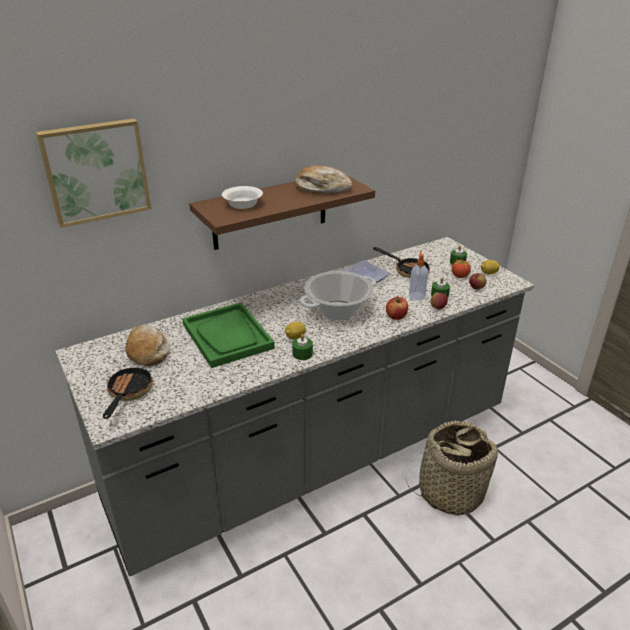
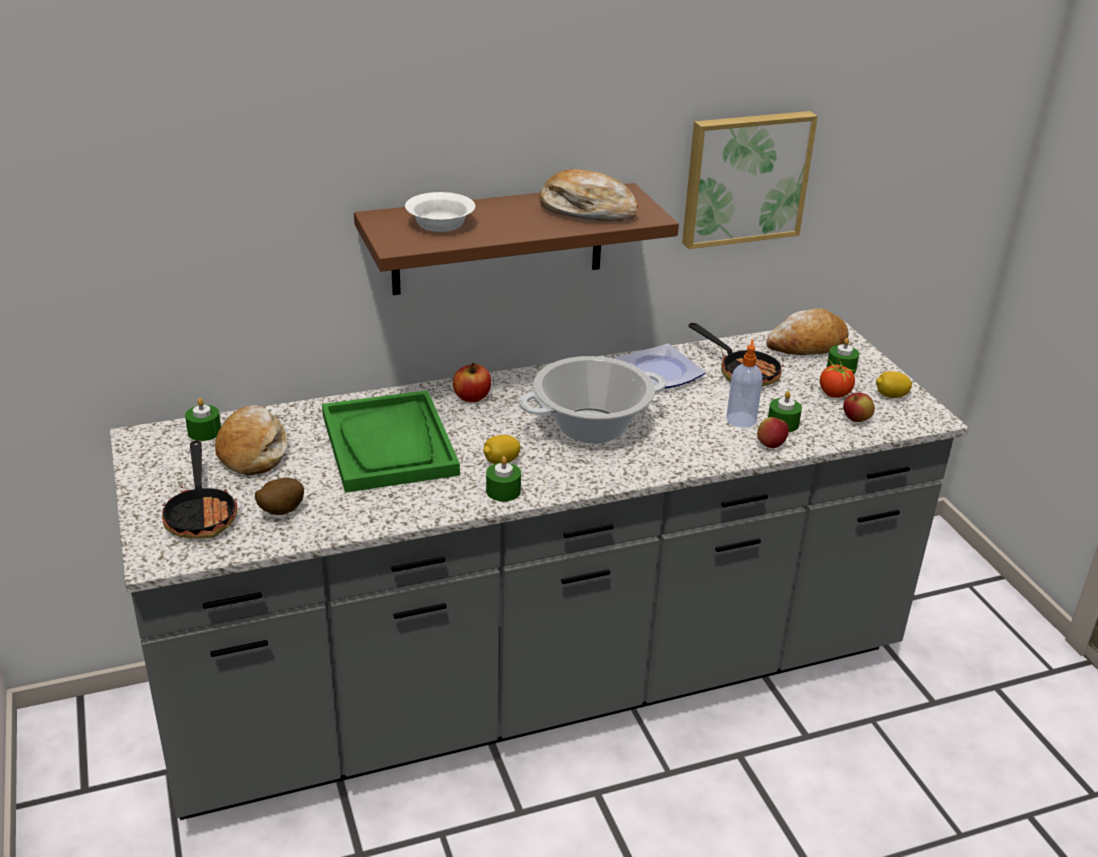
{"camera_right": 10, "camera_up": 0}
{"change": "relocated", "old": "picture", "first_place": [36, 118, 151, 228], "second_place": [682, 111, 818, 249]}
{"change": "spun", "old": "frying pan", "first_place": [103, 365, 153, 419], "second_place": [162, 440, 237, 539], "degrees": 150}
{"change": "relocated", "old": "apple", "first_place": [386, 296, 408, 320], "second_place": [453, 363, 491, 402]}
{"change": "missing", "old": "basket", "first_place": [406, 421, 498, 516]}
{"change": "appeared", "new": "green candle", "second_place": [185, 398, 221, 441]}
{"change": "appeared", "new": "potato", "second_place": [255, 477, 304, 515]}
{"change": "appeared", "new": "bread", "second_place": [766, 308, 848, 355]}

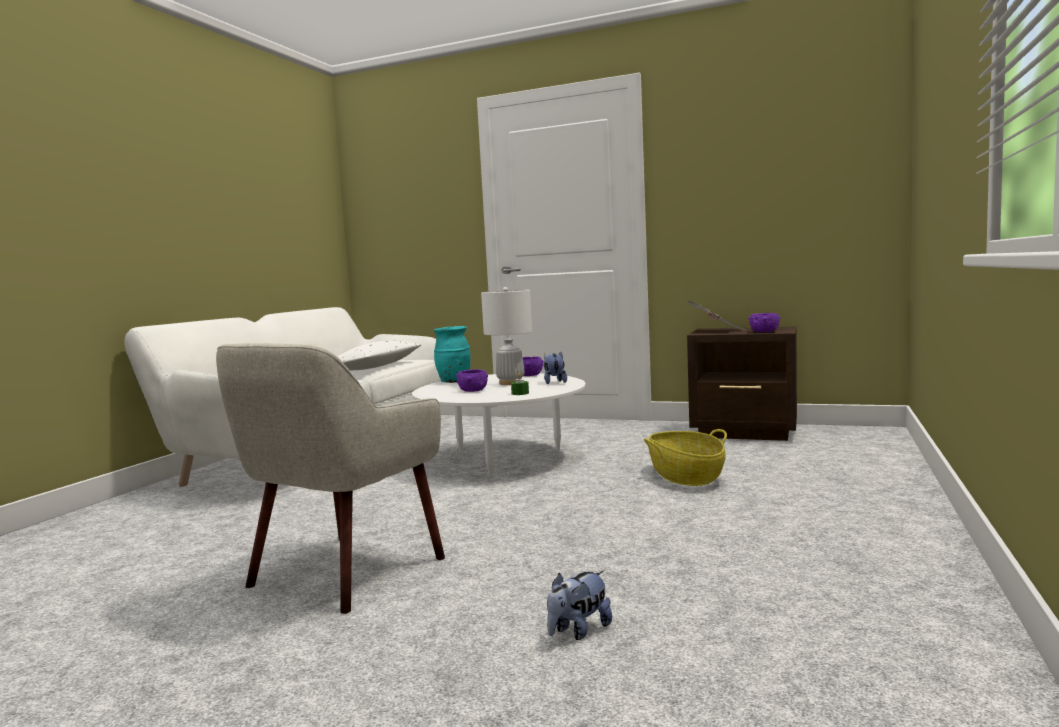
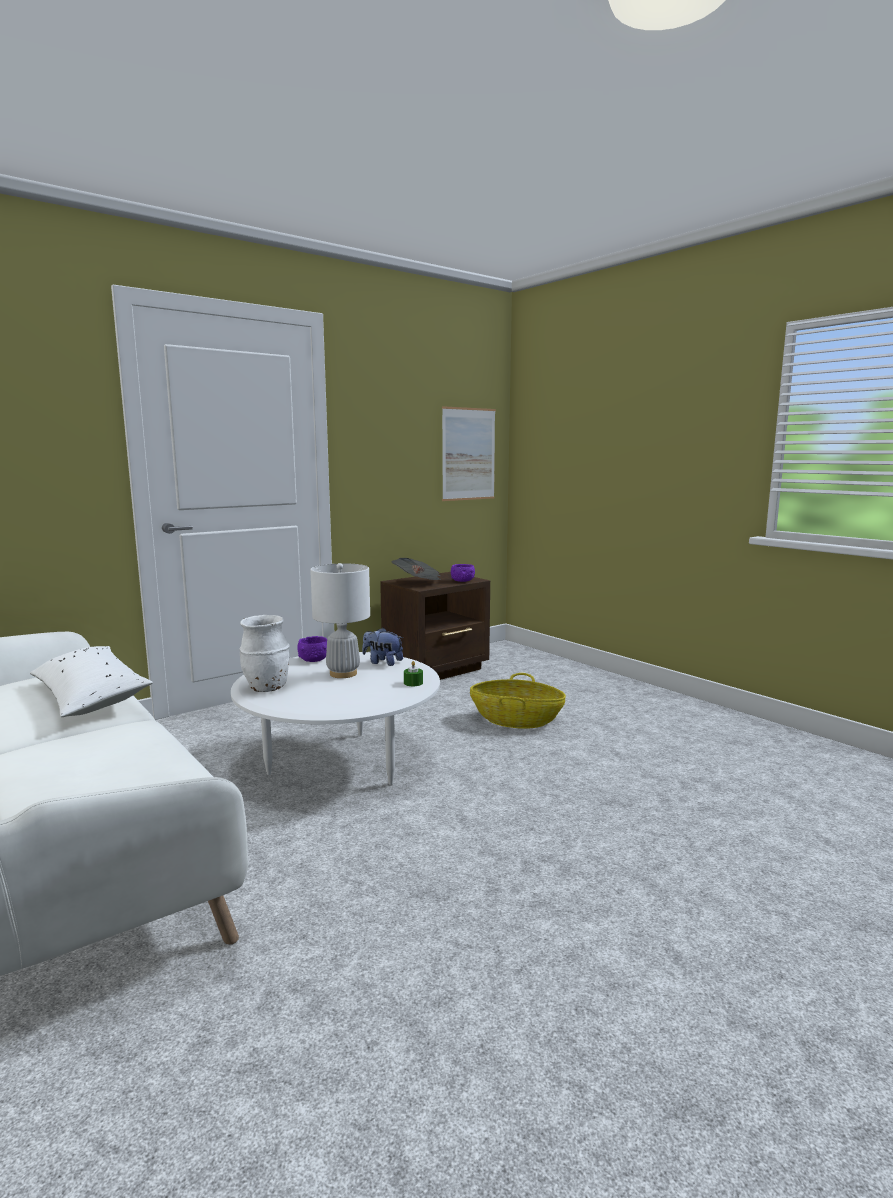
{"camera_right": -60, "camera_up": 5}
{"change": "missing", "old": "beige armchair", "first_place": [216, 343, 445, 614]}
{"change": "colour", "old": "turquoise vase", "new": "white vase", "first_place": [433, 326, 471, 383], "second_place": [239, 615, 290, 692]}
{"change": "missing", "old": "purple bowl", "first_place": [456, 369, 488, 392]}
{"change": "missing", "old": "plush toy", "first_place": [547, 571, 612, 640]}
{"change": "appeared", "new": "picture", "second_place": [442, 406, 496, 501]}

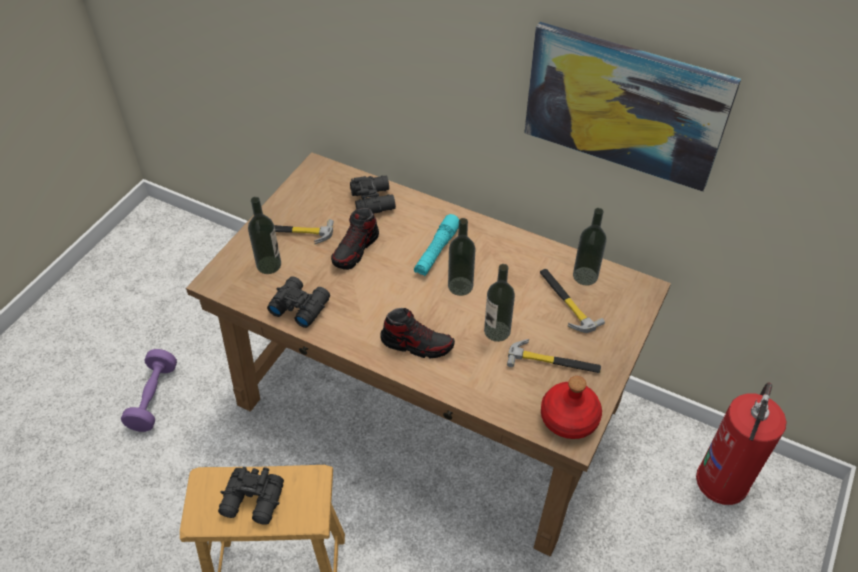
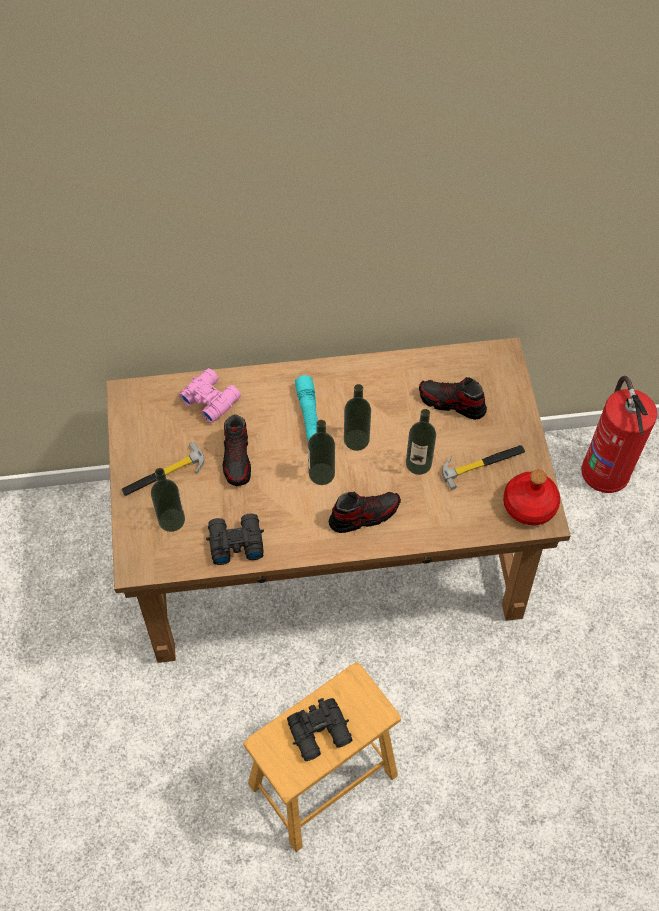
{"camera_right": -35, "camera_up": 10}
{"change": "missing", "old": "purple dumbbell", "first_place": [121, 349, 177, 432]}
{"change": "colour", "old": "black binoculars", "new": "pink binoculars", "first_place": [350, 175, 396, 214], "second_place": [179, 368, 241, 423]}
{"change": "missing", "old": "picture", "first_place": [524, 22, 741, 192]}
{"change": "exchanged", "old": "hammer", "new": "shoe", "first_place": [540, 269, 605, 333], "second_place": [419, 377, 487, 420]}
{"change": "relocated", "old": "bottle", "first_place": [573, 208, 607, 286], "second_place": [308, 420, 335, 485]}

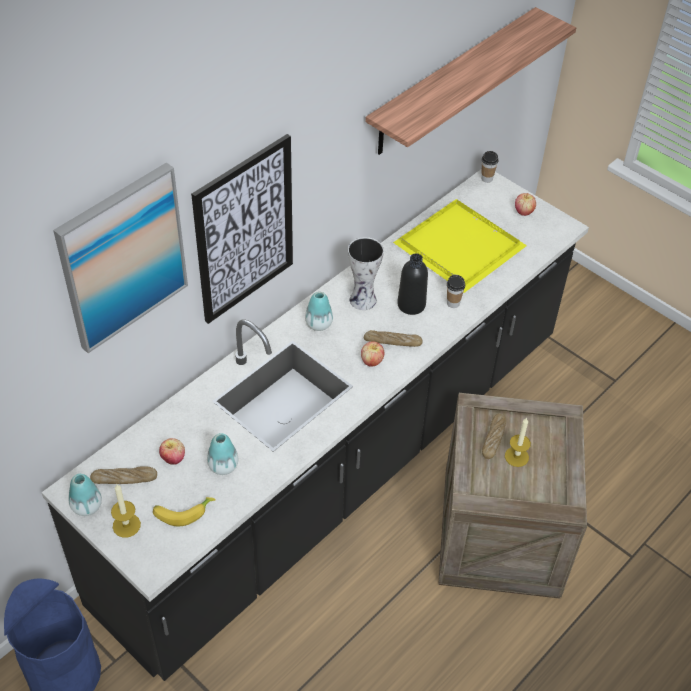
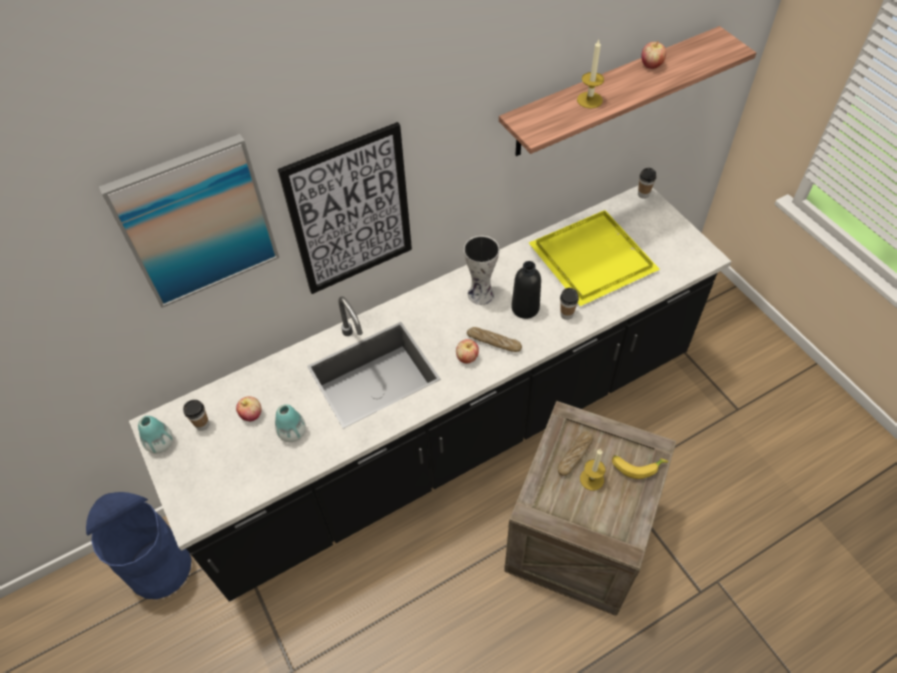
{"camera_right": 20, "camera_up": 5}
{"change": "exchanged", "old": "bread", "new": "cup", "first_place": [90, 466, 157, 484], "second_place": [183, 400, 210, 431]}
{"change": "relocated", "old": "candle", "first_place": [111, 484, 141, 538], "second_place": [577, 40, 604, 109]}
{"change": "relocated", "old": "banana", "first_place": [153, 497, 215, 526], "second_place": [612, 455, 668, 479]}
{"change": "missing", "old": "vase", "first_place": [305, 292, 333, 331]}
{"change": "relocated", "old": "apple", "first_place": [515, 193, 536, 216], "second_place": [641, 41, 666, 69]}

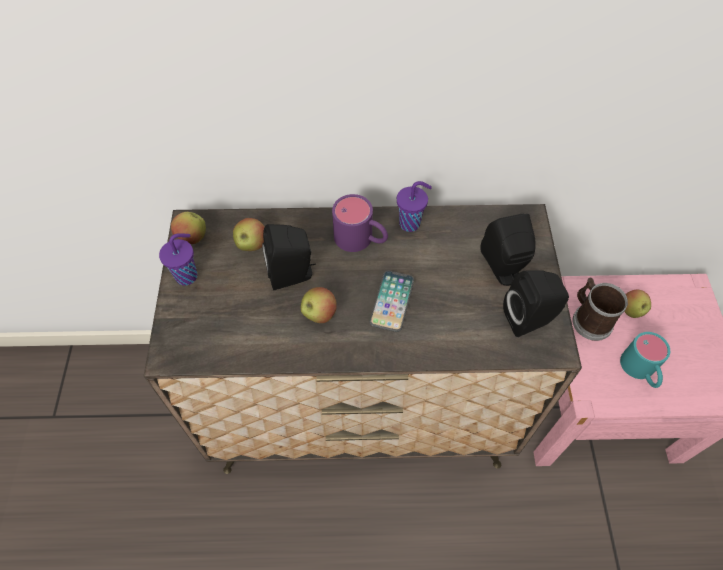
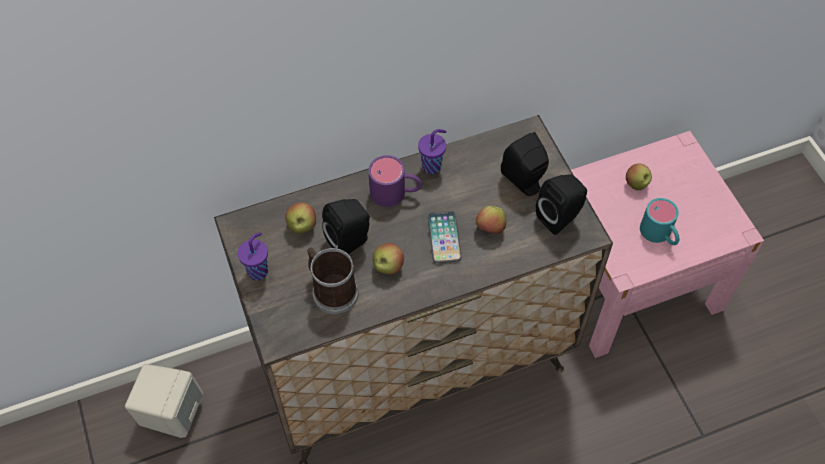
{"camera_right": -20, "camera_up": 0}
{"change": "relocated", "old": "apple", "first_place": [171, 212, 206, 244], "second_place": [476, 206, 506, 234]}
{"change": "relocated", "old": "mug", "first_place": [573, 278, 628, 341], "second_place": [307, 248, 358, 314]}
{"change": "appeared", "new": "beige speaker", "second_place": [125, 364, 203, 438]}

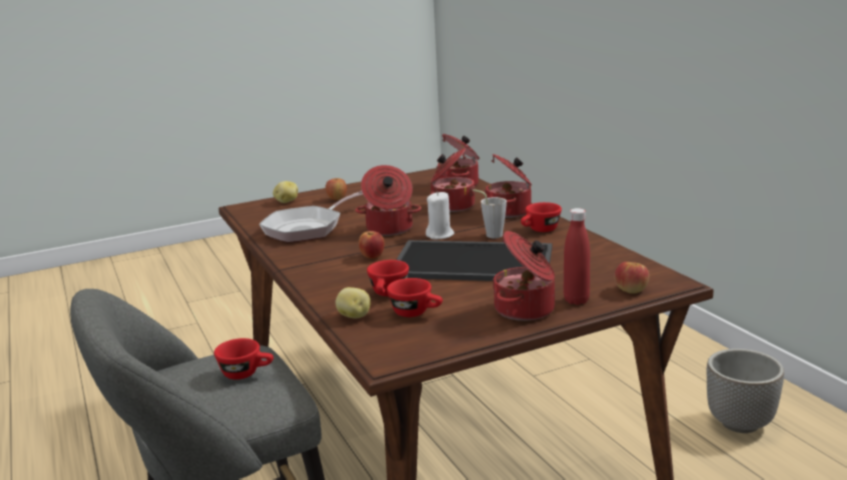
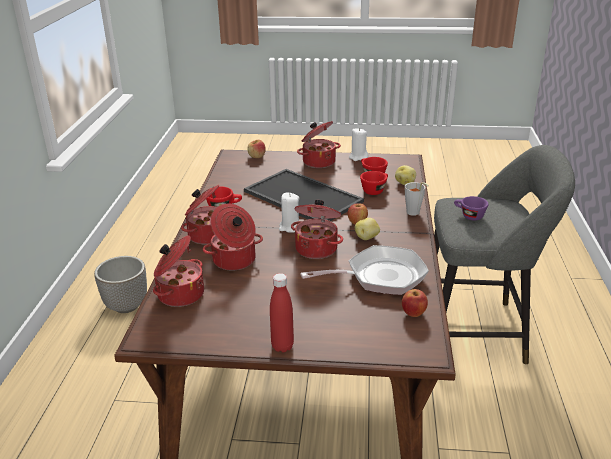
{"camera_right": -150, "camera_up": 10}
{"change": "colour", "old": "red cup", "new": "purple cup", "first_place": [214, 338, 274, 380], "second_place": [454, 196, 489, 221]}
{"change": "relocated", "old": "potato", "first_place": [273, 181, 298, 203], "second_place": [355, 218, 380, 240]}
{"change": "relocated", "old": "apple", "first_place": [325, 178, 347, 200], "second_place": [402, 289, 428, 317]}
{"change": "relocated", "old": "grey cup", "first_place": [473, 189, 507, 238], "second_place": [404, 182, 429, 216]}
{"change": "relocated", "old": "red bottle", "first_place": [564, 208, 590, 305], "second_place": [270, 273, 294, 352]}
{"change": "appeared", "new": "white candle", "second_place": [349, 128, 368, 161]}

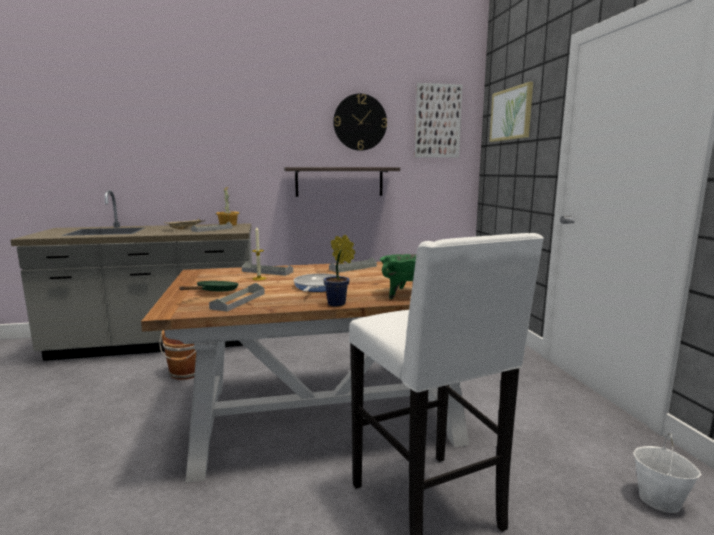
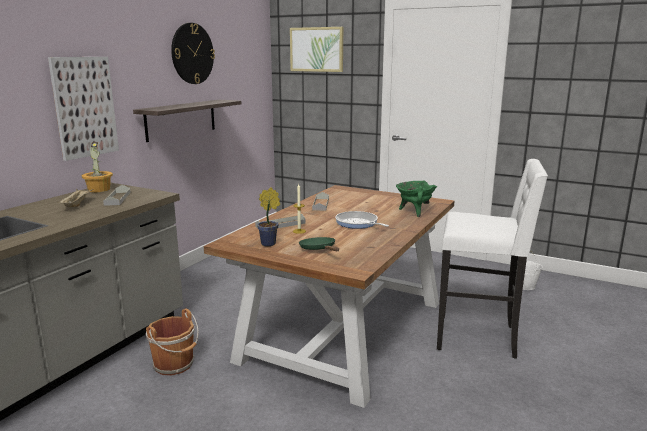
{"camera_right": -50, "camera_up": 5}
{"change": "missing", "old": "grey tray", "first_place": [209, 283, 265, 312]}
{"change": "relocated", "old": "potted plant", "first_place": [323, 235, 355, 307], "second_place": [257, 187, 280, 246]}
{"change": "relocated", "old": "picture", "first_place": [415, 83, 463, 158], "second_place": [48, 57, 119, 161]}

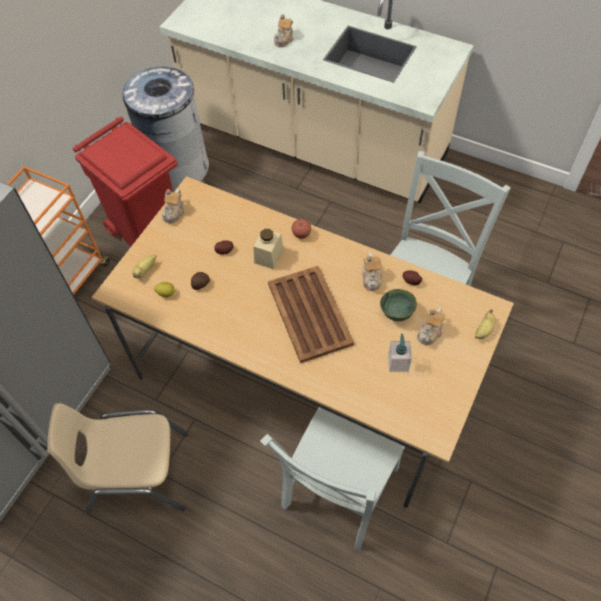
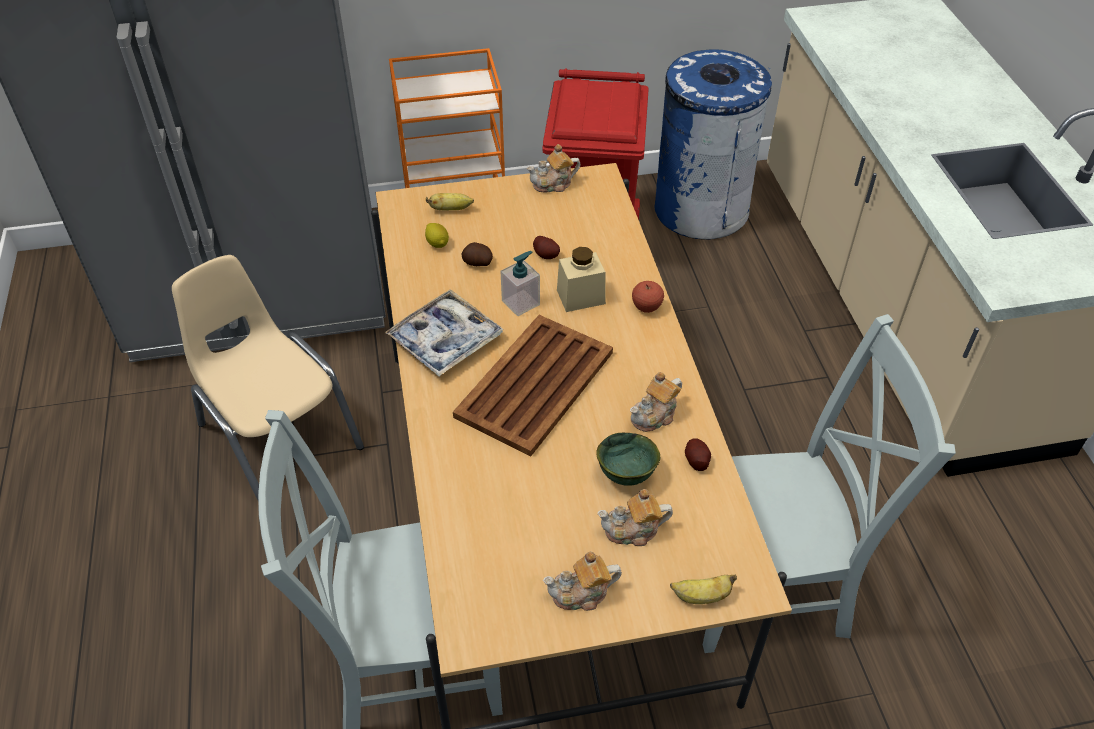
{"camera_right": 50, "camera_up": -10}
{"change": "colour", "old": "grey trash can", "new": "blue trash can", "first_place": [123, 66, 209, 191], "second_place": [655, 49, 772, 240]}
{"change": "relocated", "old": "teapot", "first_place": [274, 14, 293, 47], "second_place": [543, 552, 622, 611]}
{"change": "relocated", "old": "soap dispenser", "first_place": [388, 334, 412, 372], "second_place": [501, 251, 540, 316]}
{"change": "appeared", "new": "tray", "second_place": [385, 289, 503, 376]}

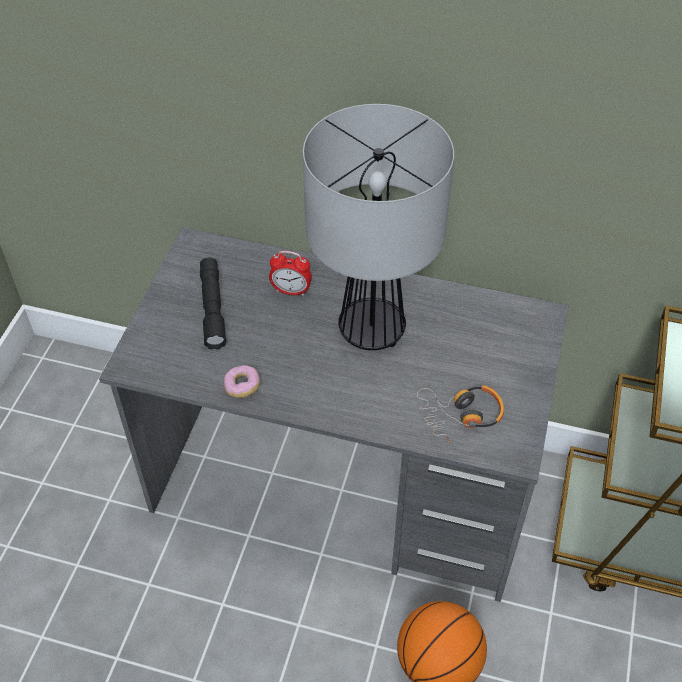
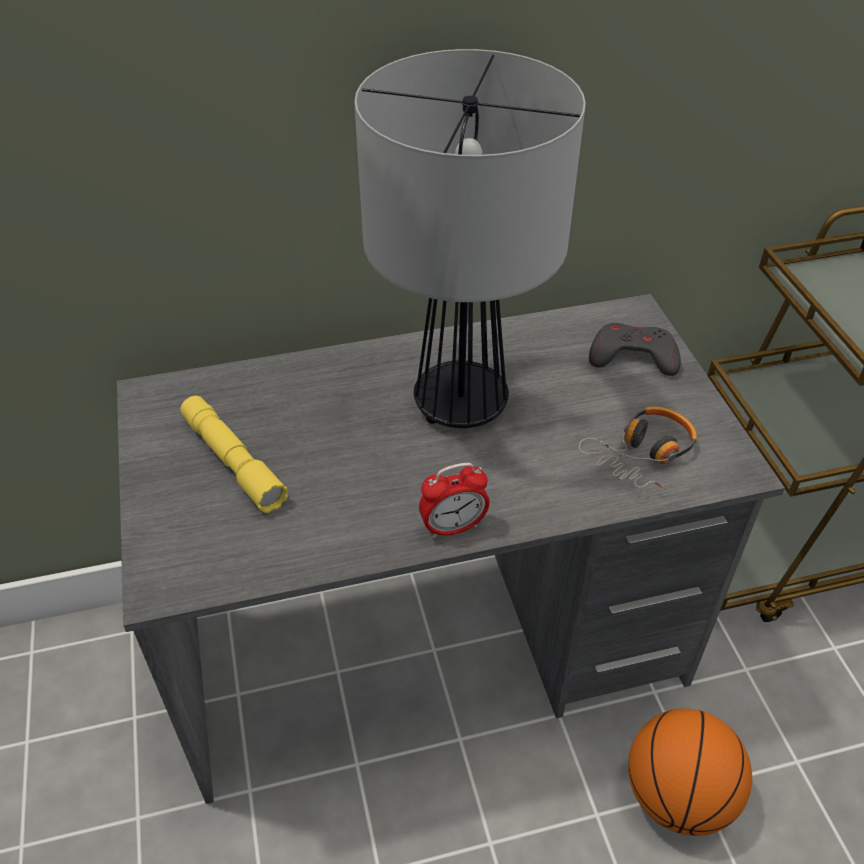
{"camera_right": -30, "camera_up": -5}
{"change": "colour", "old": "black flashlight", "new": "yellow flashlight", "first_place": [200, 258, 226, 349], "second_place": [180, 396, 288, 513]}
{"change": "missing", "old": "donut", "first_place": [224, 365, 260, 398]}
{"change": "relocated", "old": "alarm clock", "first_place": [269, 251, 312, 296], "second_place": [419, 463, 490, 538]}
{"change": "appeared", "new": "grey game controller", "second_place": [589, 323, 681, 376]}

